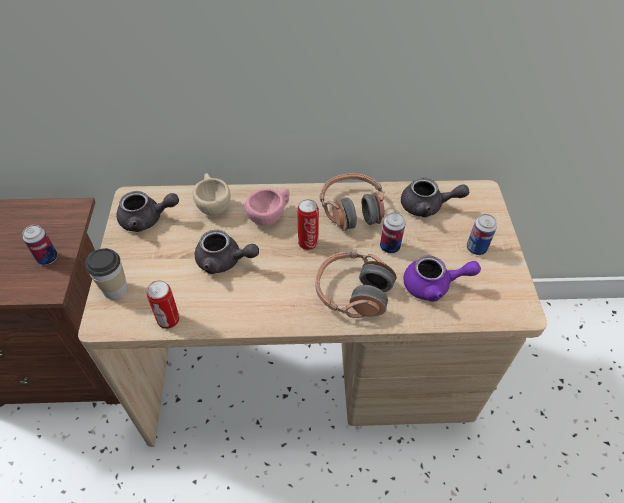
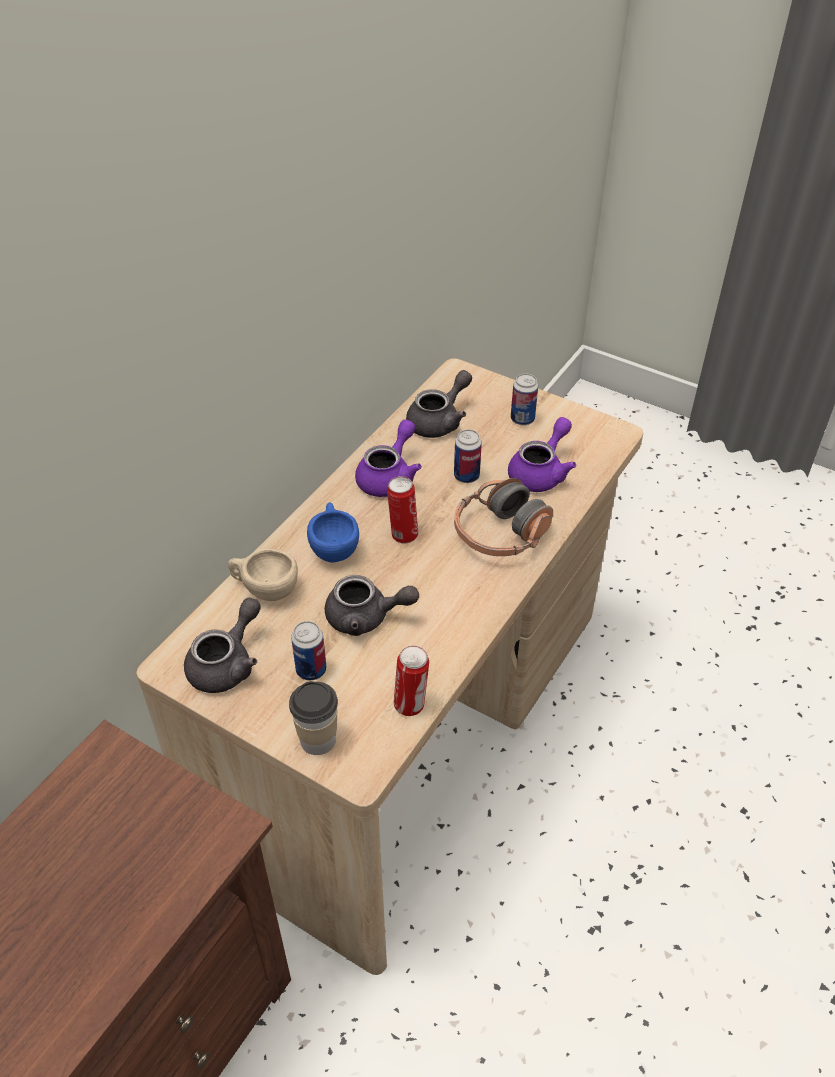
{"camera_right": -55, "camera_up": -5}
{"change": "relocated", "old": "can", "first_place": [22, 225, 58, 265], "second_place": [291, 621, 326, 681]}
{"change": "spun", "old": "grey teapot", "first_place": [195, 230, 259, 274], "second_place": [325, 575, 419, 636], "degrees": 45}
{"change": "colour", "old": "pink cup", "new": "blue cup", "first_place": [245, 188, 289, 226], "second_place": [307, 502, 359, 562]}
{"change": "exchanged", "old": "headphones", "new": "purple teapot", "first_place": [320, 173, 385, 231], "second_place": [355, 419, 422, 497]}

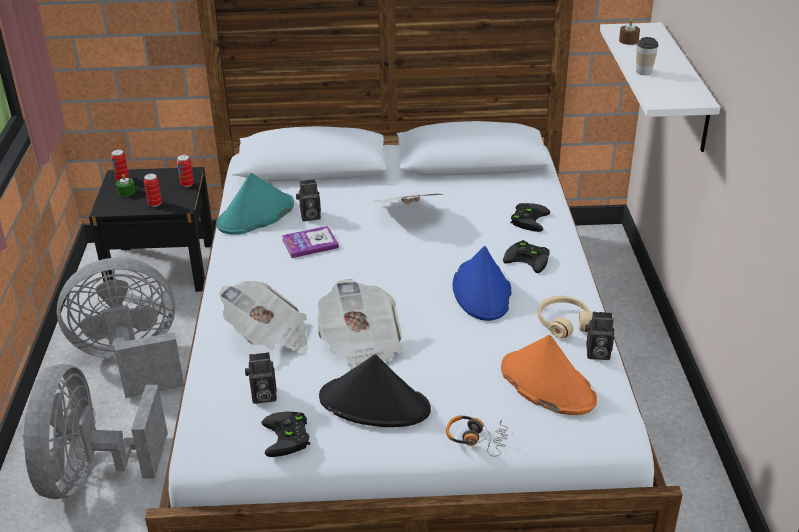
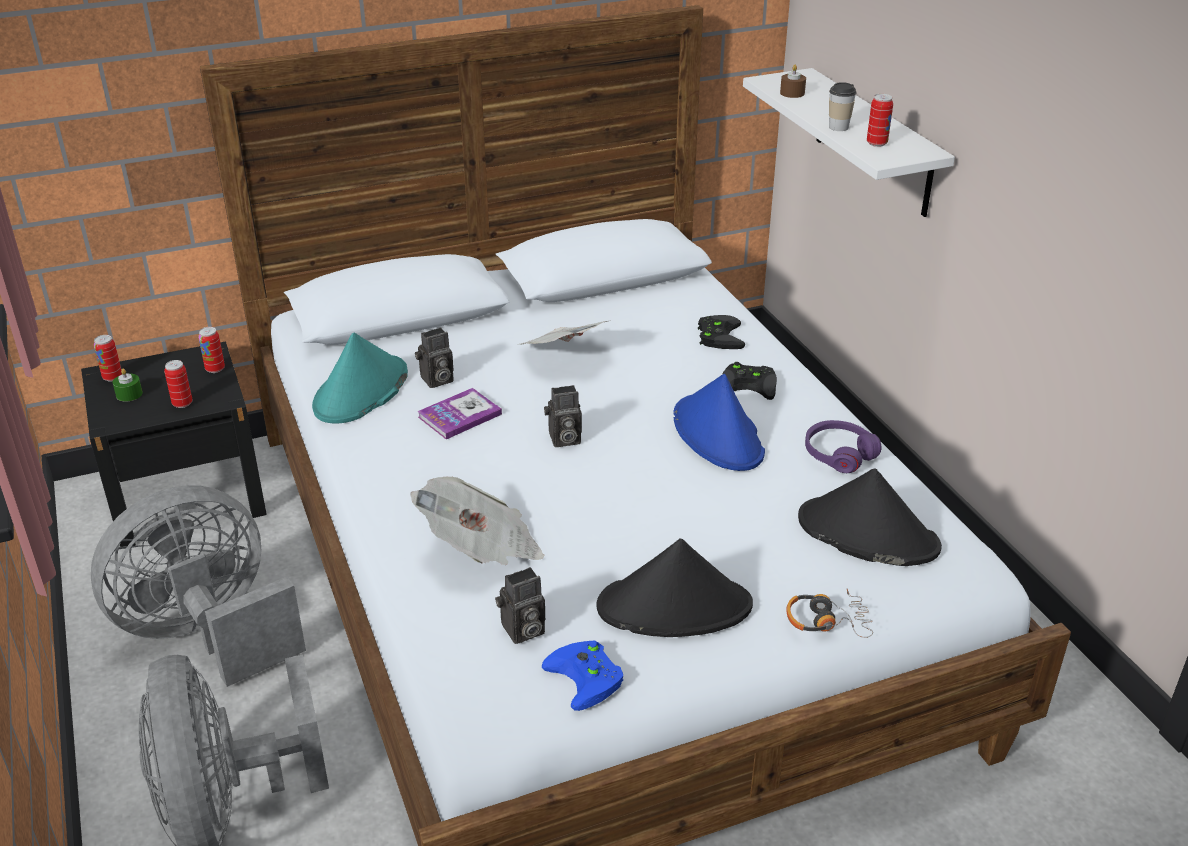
{"camera_right": -20, "camera_up": 0}
{"change": "colour", "old": "black game controller", "new": "blue game controller", "first_place": [262, 412, 310, 457], "second_place": [542, 640, 623, 711]}
{"change": "missing", "old": "newspaper", "first_place": [318, 279, 403, 369]}
{"change": "colour", "old": "orange hat", "new": "black hat", "first_place": [501, 335, 597, 415], "second_place": [798, 468, 942, 566]}
{"change": "colour", "old": "beige headphones", "new": "purple headphones", "first_place": [538, 296, 593, 338], "second_place": [805, 420, 881, 473]}
{"change": "relocated", "old": "photo camera", "first_place": [585, 312, 614, 360], "second_place": [544, 385, 582, 447]}
{"change": "appeared", "new": "can", "second_place": [867, 94, 893, 147]}

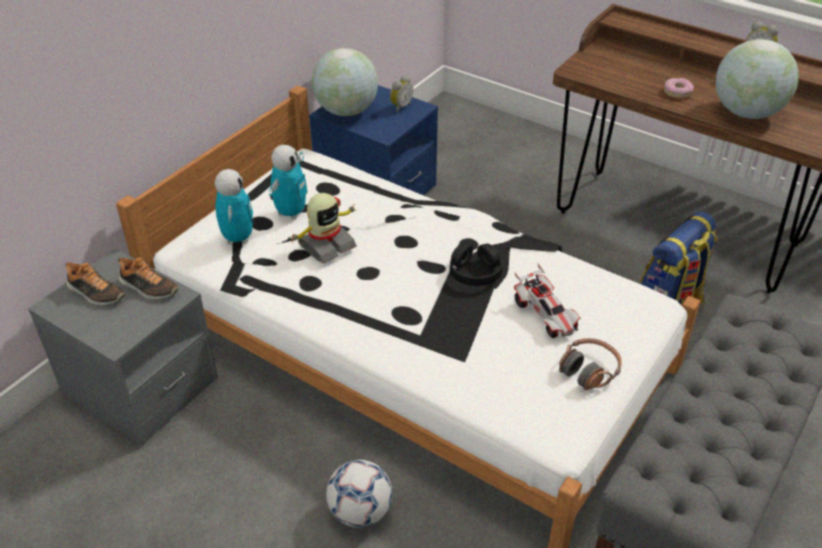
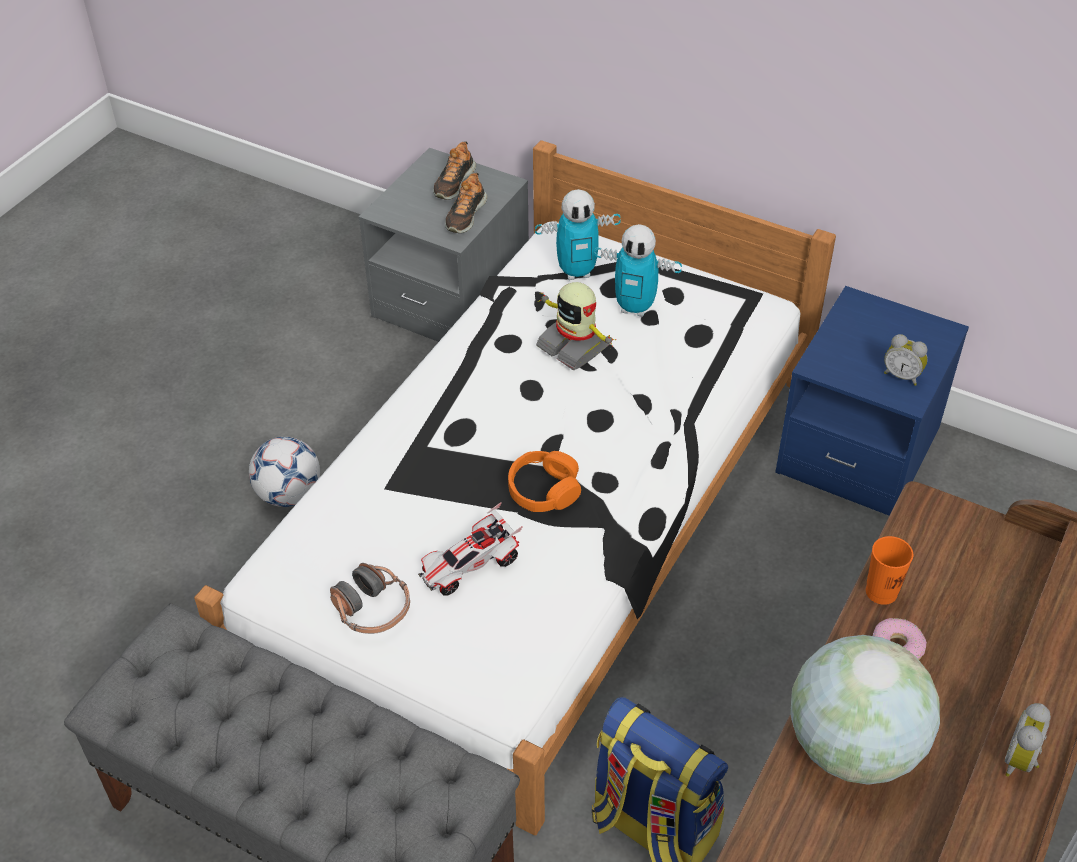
{"camera_right": 85, "camera_up": 5}
{"change": "missing", "old": "globe", "first_place": [312, 48, 378, 116]}
{"change": "colour", "old": "black headphones", "new": "orange headphones", "first_place": [450, 243, 502, 286], "second_place": [508, 451, 581, 512]}
{"change": "appeared", "new": "orange cup", "second_place": [866, 536, 913, 605]}

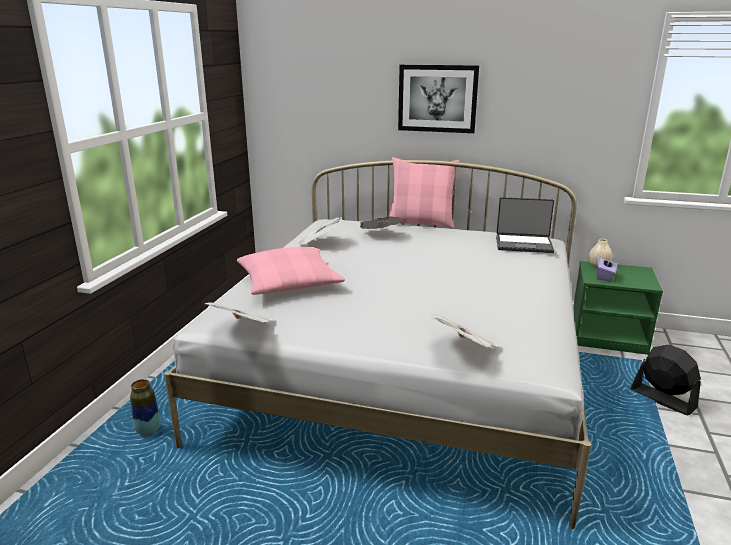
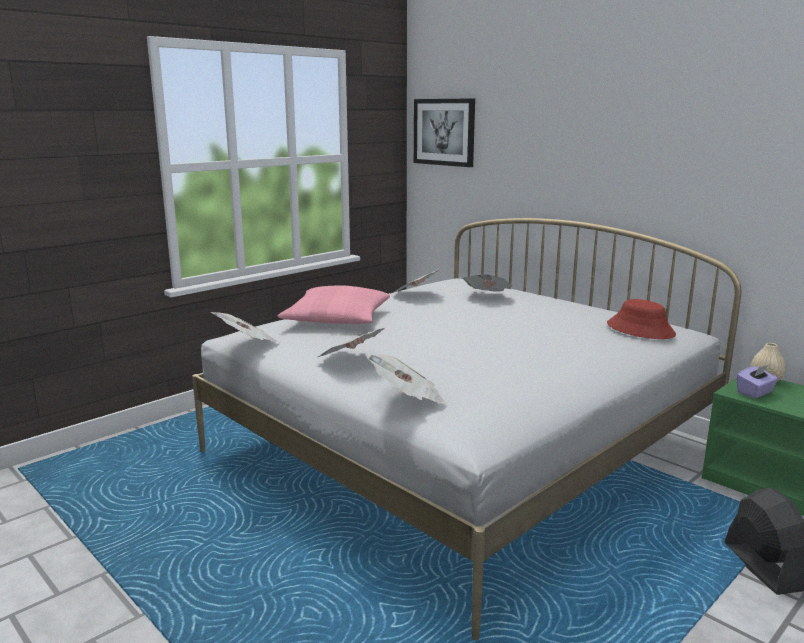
{"camera_right": 30, "camera_up": -5}
{"change": "missing", "old": "vase", "first_place": [130, 379, 160, 436]}
{"change": "missing", "old": "pink pillow", "first_place": [389, 157, 460, 229]}
{"change": "relocated", "old": "picture", "first_place": [398, 65, 479, 133], "second_place": [414, 98, 475, 167]}
{"change": "exchanged", "old": "laptop", "new": "red hat", "first_place": [496, 197, 554, 253], "second_place": [607, 299, 676, 339]}
{"change": "appeared", "new": "newspaper", "second_place": [318, 328, 385, 357]}

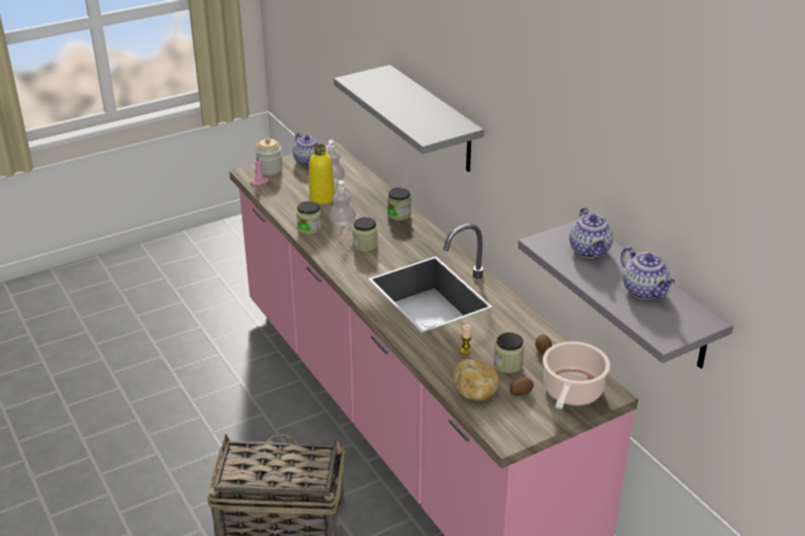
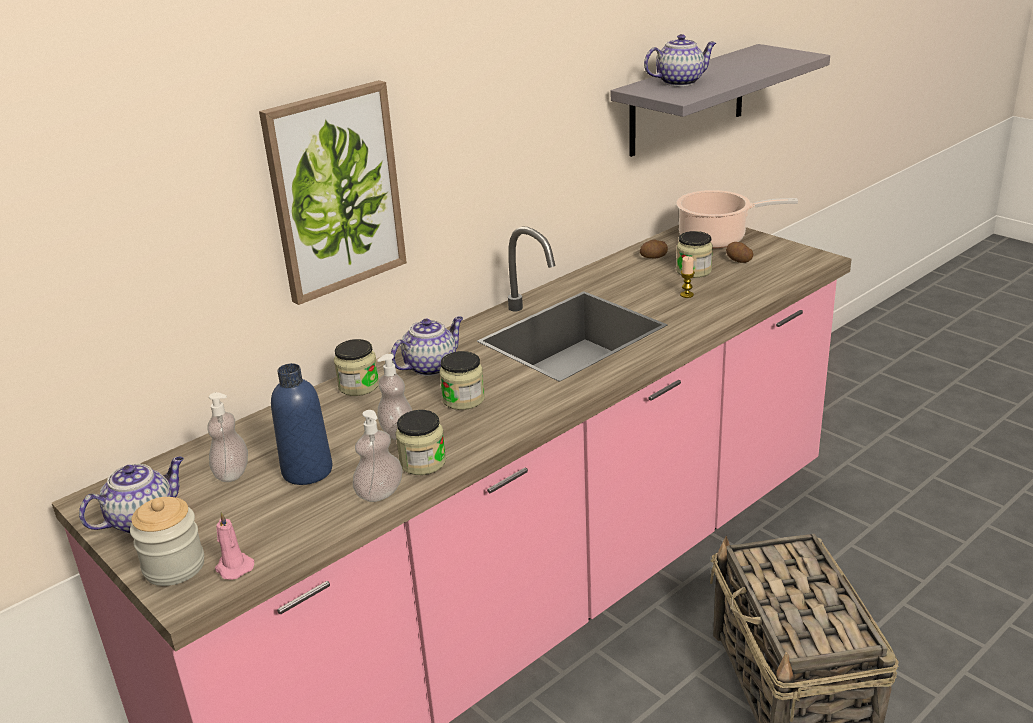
{"camera_right": -100, "camera_up": -5}
{"change": "colour", "old": "yellow bottle", "new": "blue bottle", "first_place": [309, 144, 335, 204], "second_place": [271, 363, 333, 485]}
{"change": "exchanged", "old": "grey shelf", "new": "picture", "first_place": [334, 65, 484, 172], "second_place": [259, 80, 407, 305]}
{"change": "missing", "old": "bread", "first_place": [453, 359, 500, 401]}
{"change": "relocated", "old": "teapot", "first_place": [621, 247, 675, 299], "second_place": [391, 316, 463, 376]}
{"change": "appeared", "new": "soap dispenser", "second_place": [353, 410, 403, 502]}

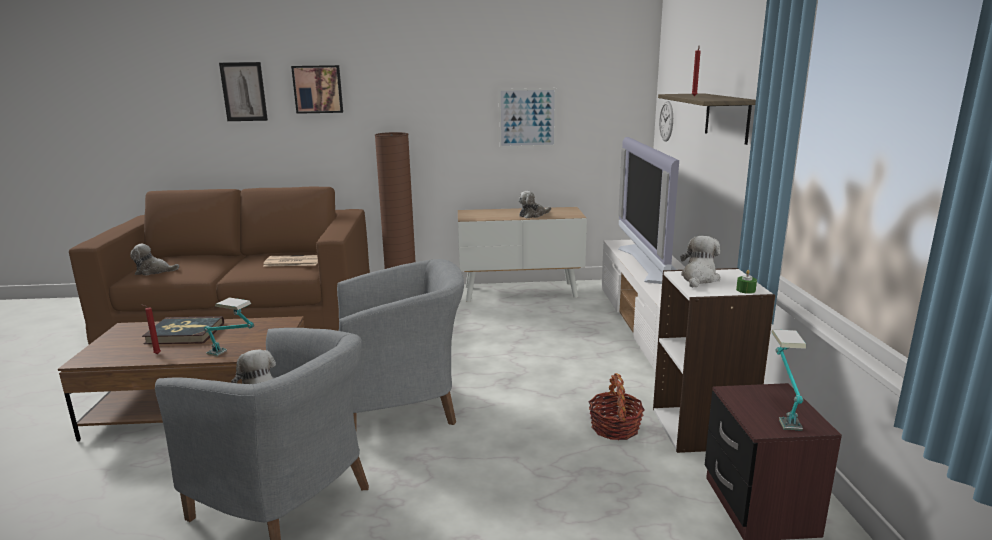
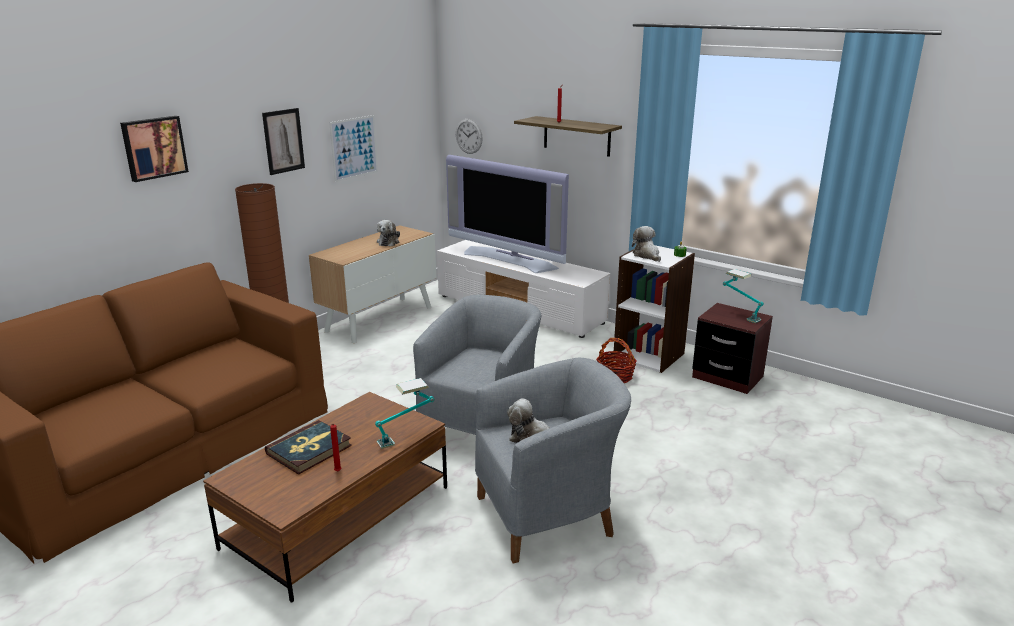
{"camera_right": -50, "camera_up": 5}
{"change": "missing", "old": "plush toy", "first_place": [130, 244, 179, 276]}
{"change": "relocated", "old": "picture", "first_place": [219, 62, 268, 121], "second_place": [262, 108, 305, 175]}
{"change": "missing", "old": "newspaper", "first_place": [263, 255, 318, 267]}

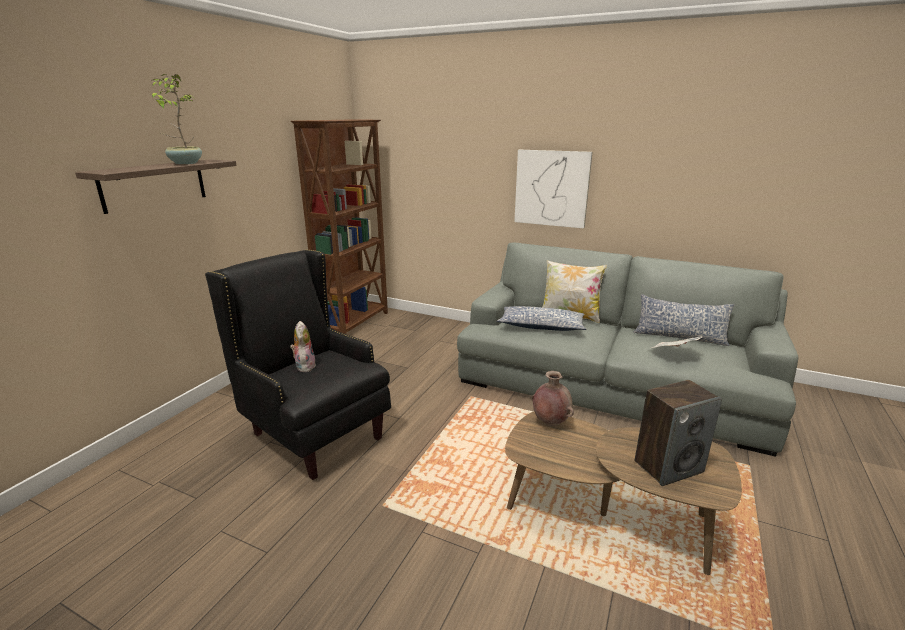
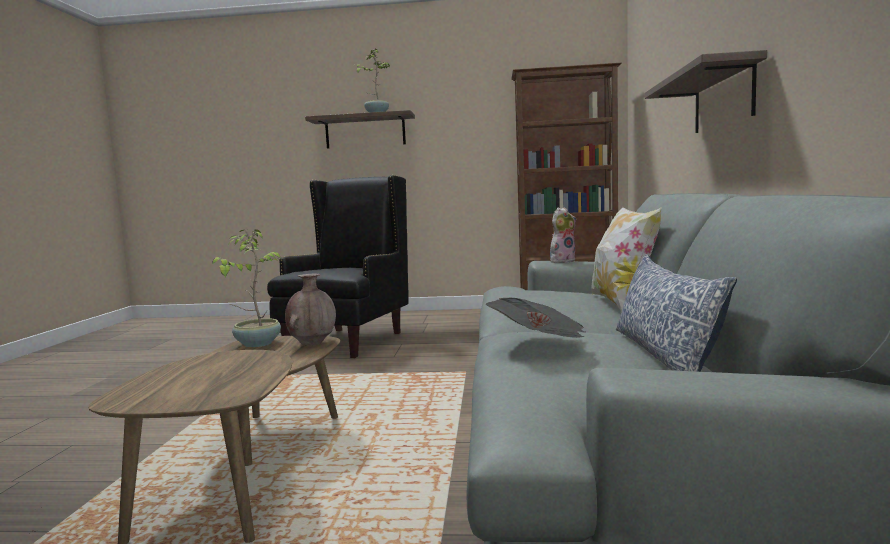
{"camera_right": 70, "camera_up": -15}
{"change": "relocated", "old": "plush toy", "first_place": [290, 321, 316, 372], "second_place": [550, 207, 576, 263]}
{"change": "missing", "old": "pillow", "first_place": [497, 306, 586, 331]}
{"change": "exchanged", "old": "picture", "new": "shelf", "first_place": [514, 150, 593, 229], "second_place": [645, 50, 767, 133]}
{"change": "missing", "old": "speaker", "first_place": [635, 380, 722, 486]}
{"change": "appeared", "new": "potted plant", "second_place": [212, 229, 281, 347]}

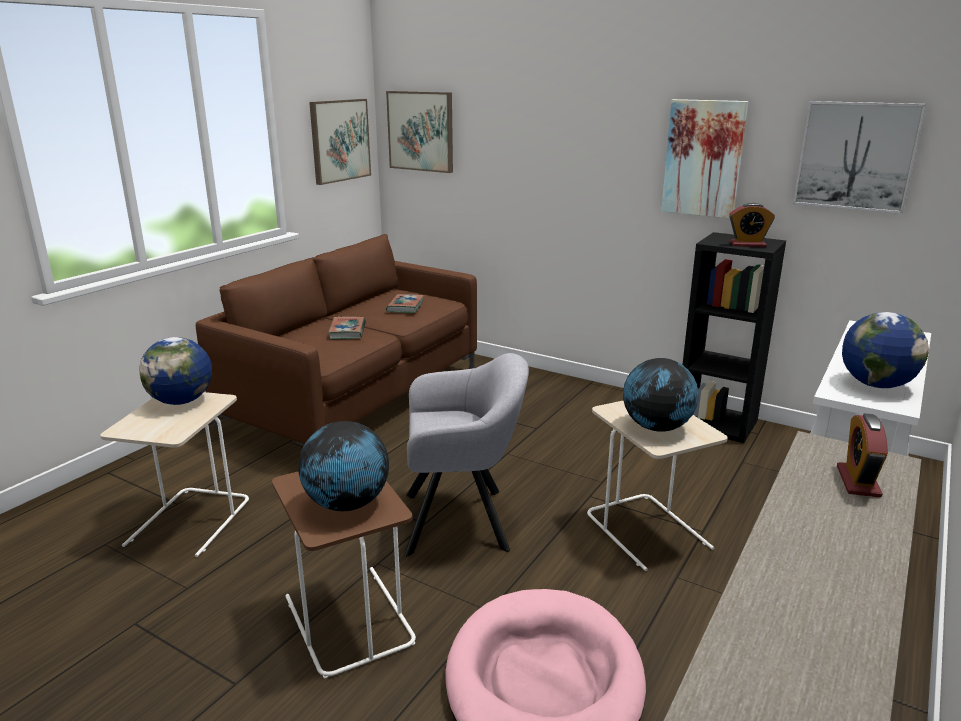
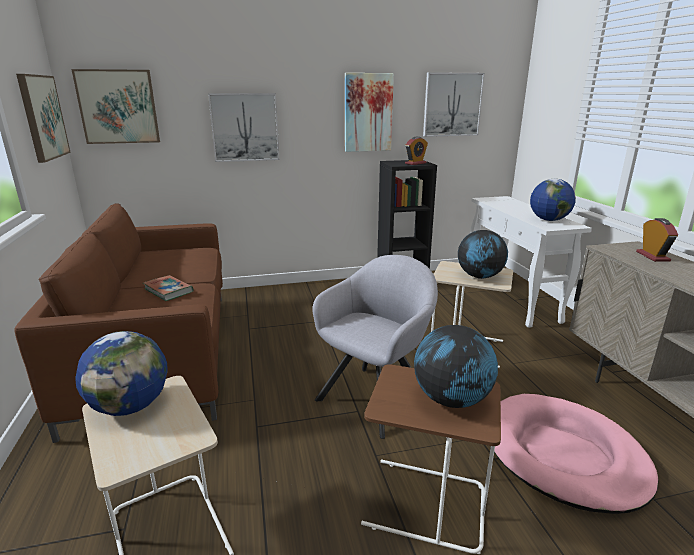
{"camera_right": -45, "camera_up": 0}
{"change": "missing", "old": "book", "first_place": [386, 294, 424, 313]}
{"change": "spun", "old": "alarm clock", "first_place": [837, 413, 888, 498], "second_place": [636, 218, 678, 262], "degrees": -150}
{"change": "appeared", "new": "picture", "second_place": [208, 93, 279, 162]}

